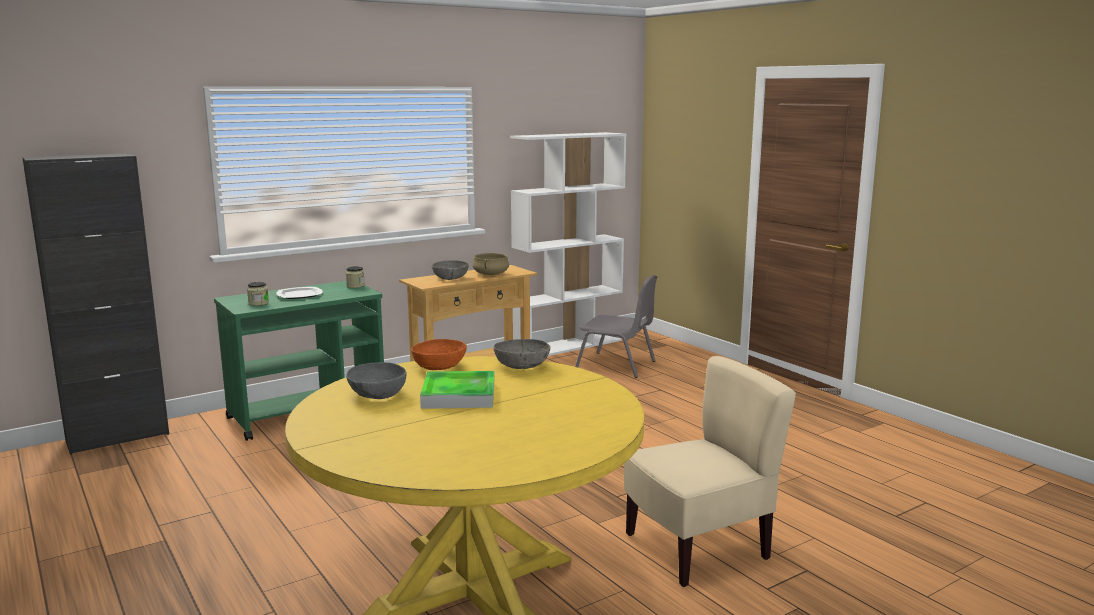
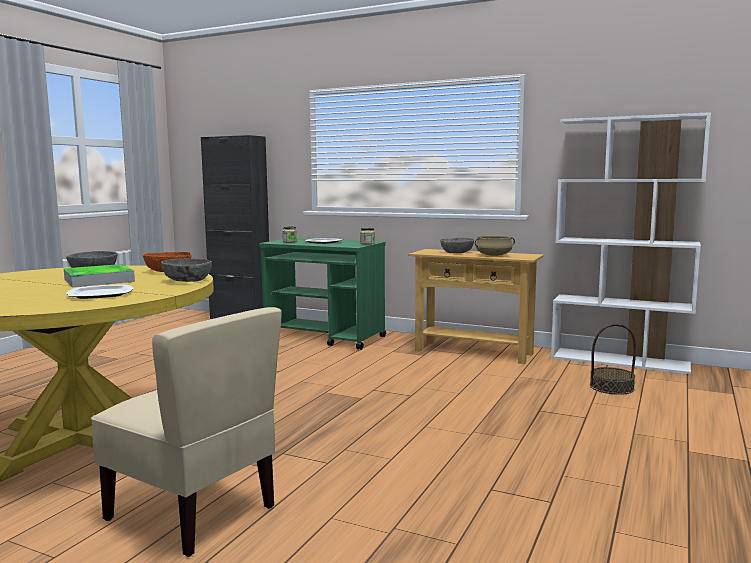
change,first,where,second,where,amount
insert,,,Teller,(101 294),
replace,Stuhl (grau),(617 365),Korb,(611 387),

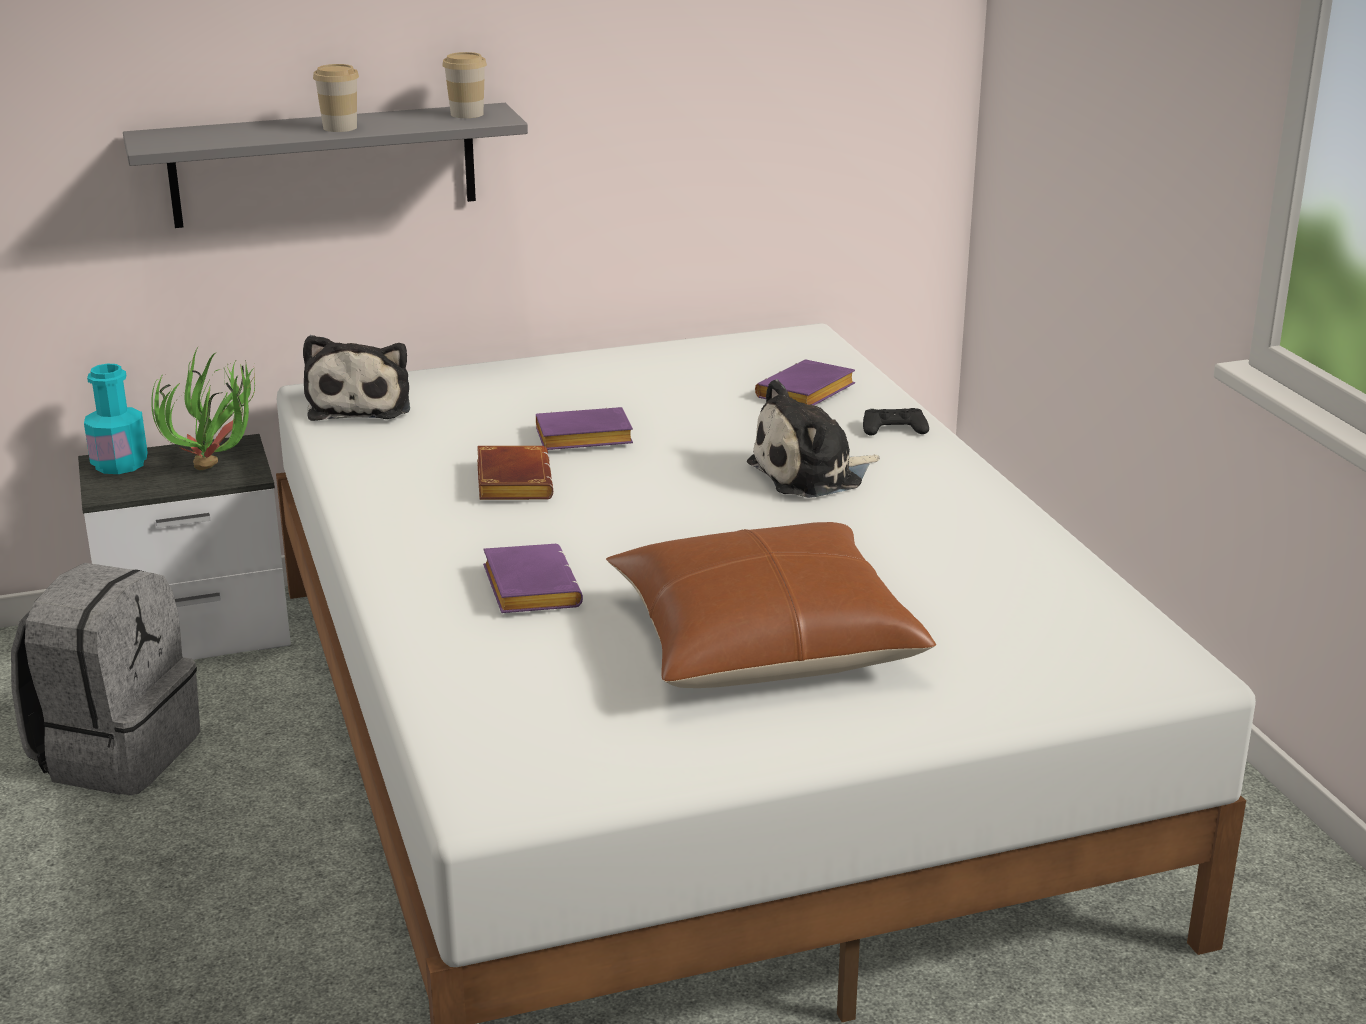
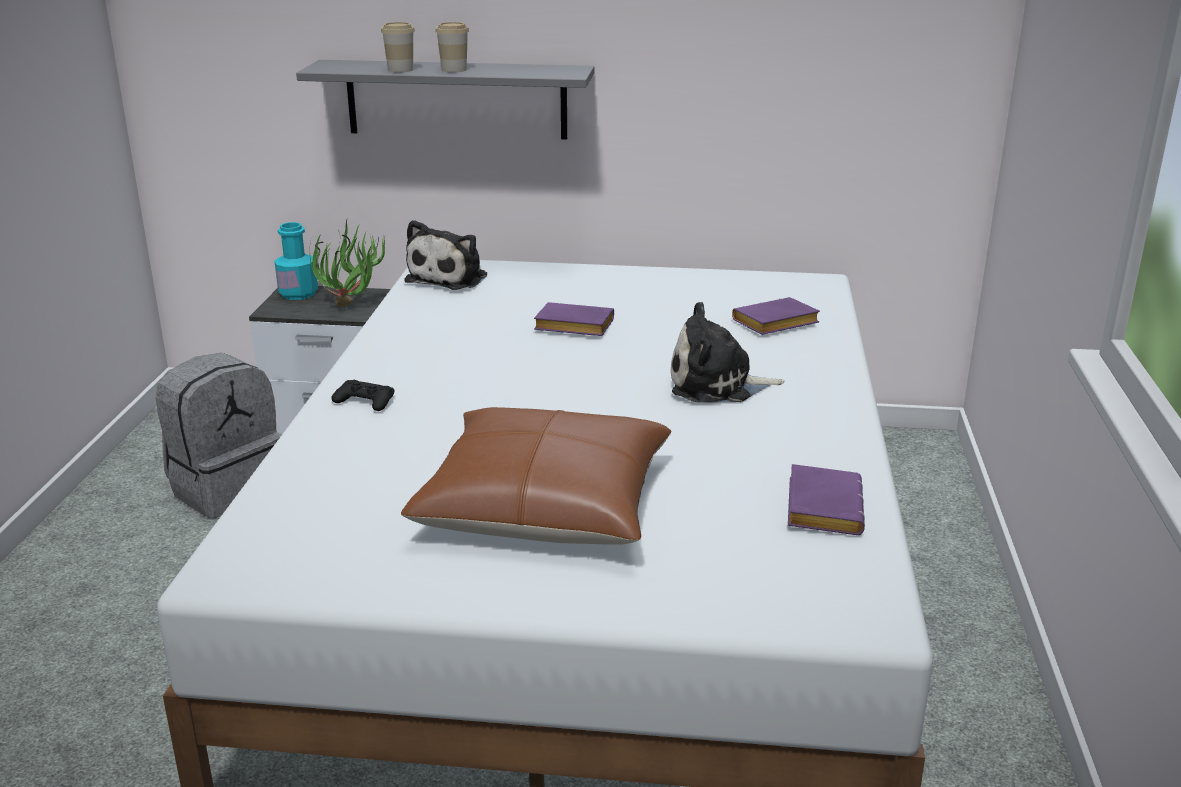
change,first,where,second,where,amount
delete,Buch (braun),(510 482),,,
move,Tasse,(467 114),,(400 70),
move,Buch (lila),(527 588),,(821 507),
move,Gamepad (schwarz),(893 429),,(365 401),

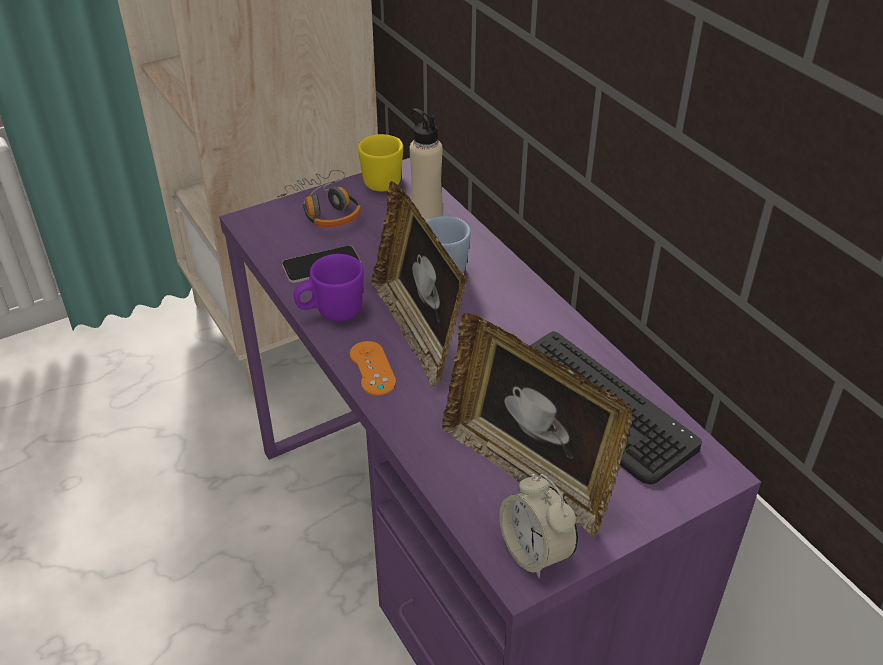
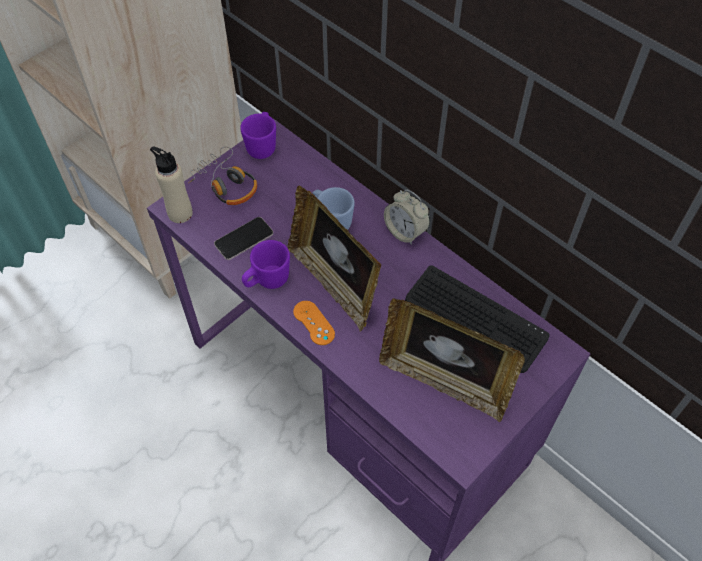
change,first,where,second,where,amount
move,Flasche (beige),(426 217),,(180 213),
move,Wecker,(535 552),,(405 232),
recolor,Henkelbecher (gelb),(386 180),Henkelbecher (lila),(262 146),

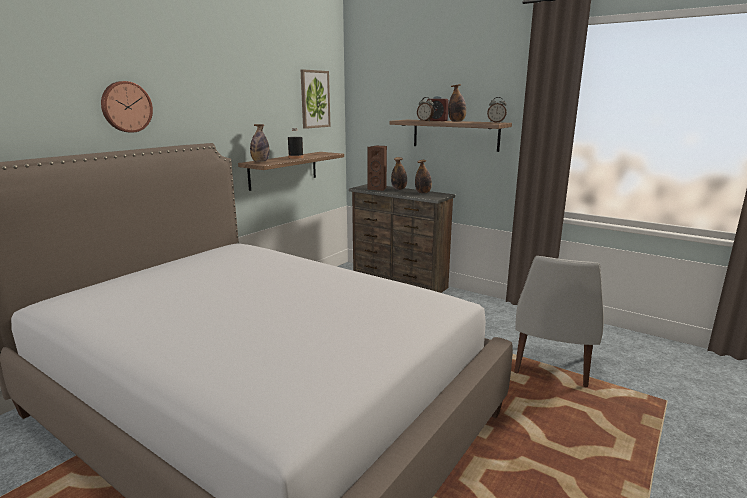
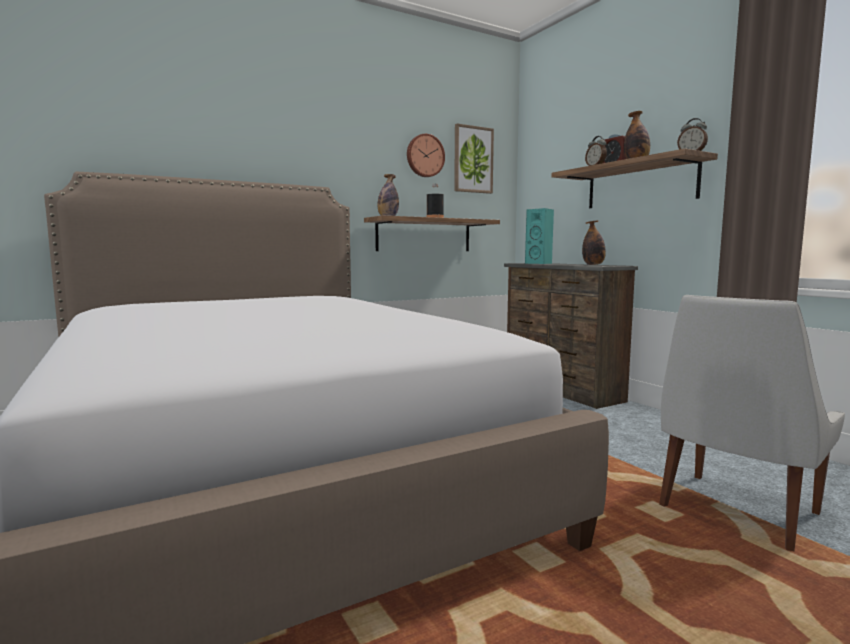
change,first,where,second,where,amount
delete,Flasche,(399 189),,,
move,Wanduhr,(126 107),,(424 156),
recolor,Lautsprecher (braun),(378 189),Lautsprecher (türkis),(540 263),

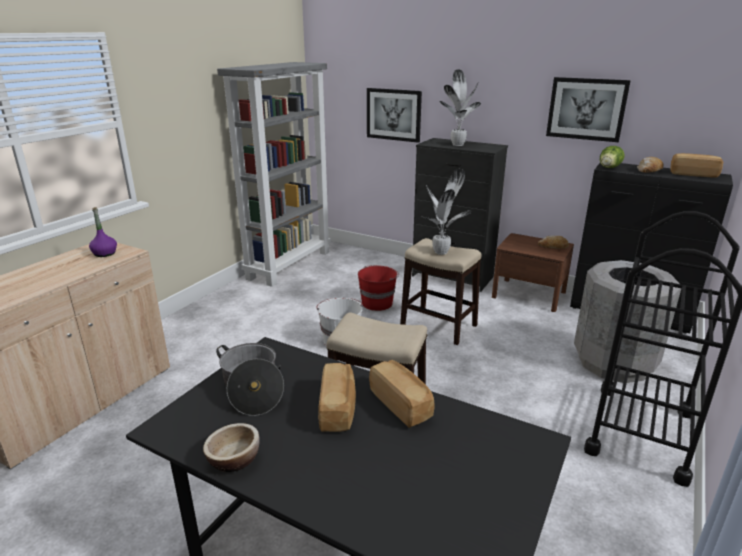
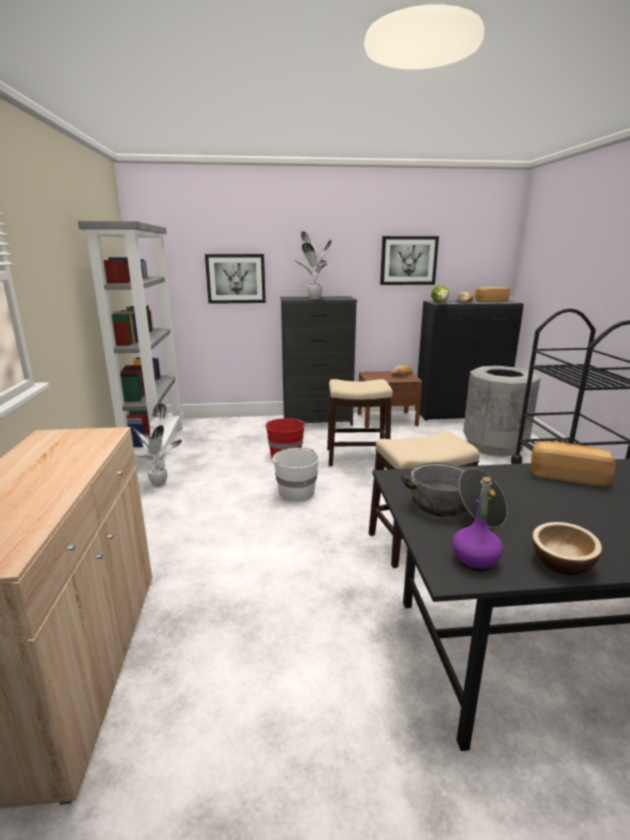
change,first,where,second,where,amount
delete,Brot,(338 409),,,
move,Flasche (lila),(104 253),,(475 560),
move,Topfpflanze,(442 252),,(159 483),

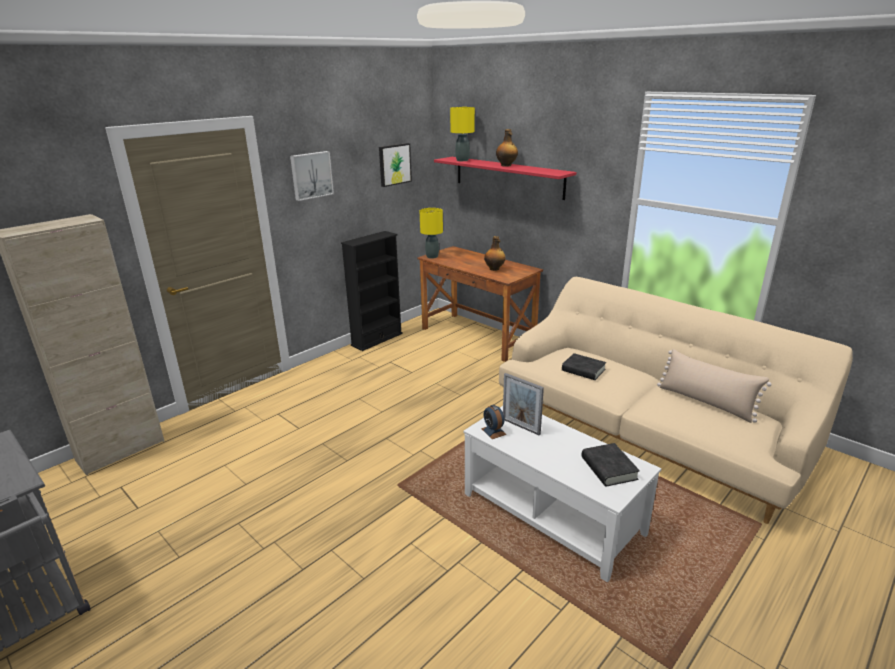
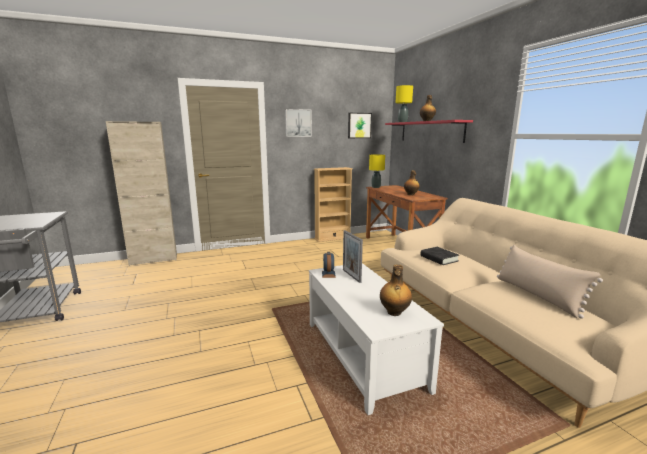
change,first,where,second,where,amount
replace,Buch (schwarz),(608 468),Flasche,(394 312),
recolor,Bücherregal (schwarz),(377 339),Bücherregal (beige),(332 238),

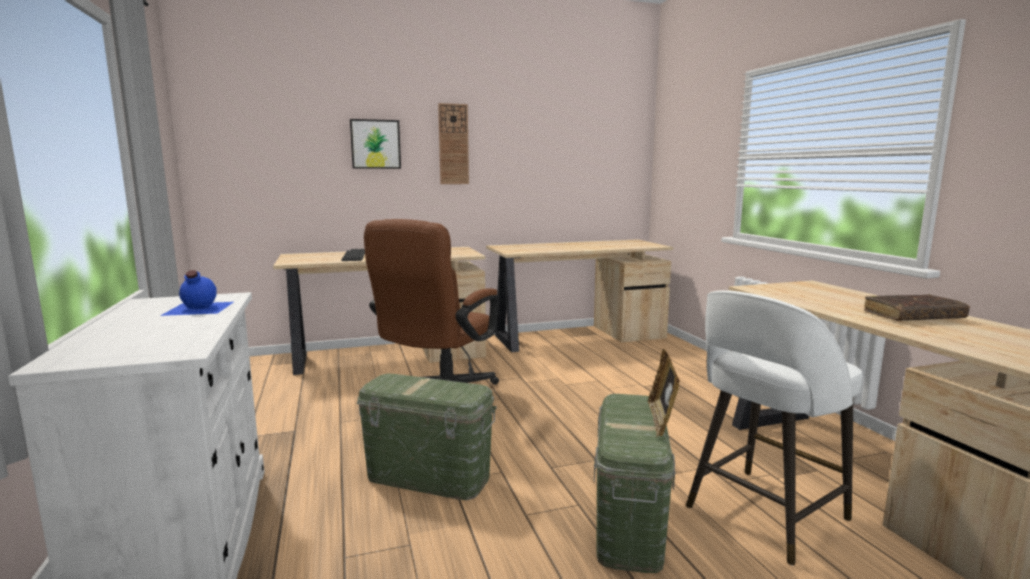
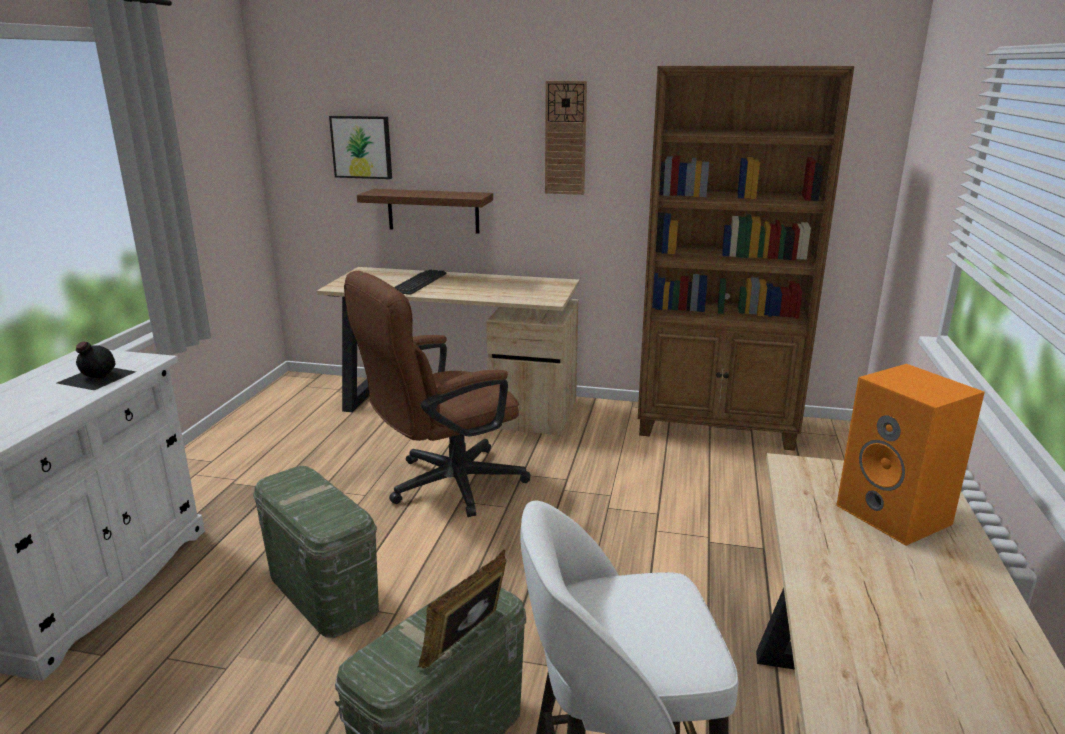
change,first,where,second,where,amount
delete,Buch (braun),(913 316),,,
insert,,,Wandregal (braun),(433 211),
insert,,,Lautsprecher (orange),(896 515),
move,Bild,(375 144),,(362 147),
replace,Schreibtisch (beige),(576 336),Bücherregal (braun),(716 427),
recolor,Flasche (blau),(197 308),Flasche (schwarz),(95 377),

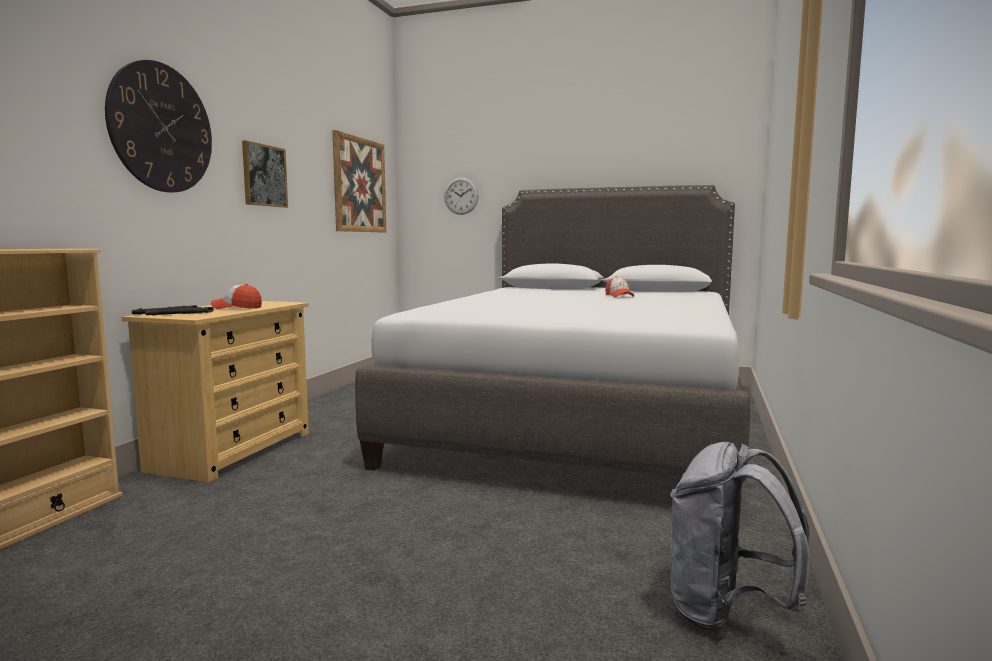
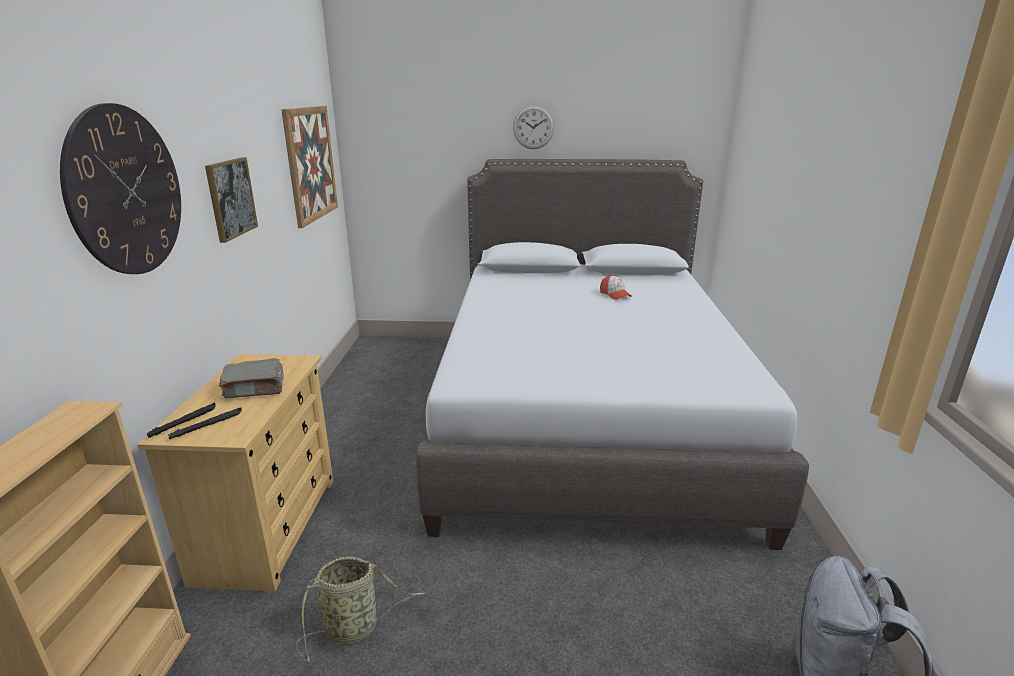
change,first,where,second,where,amount
insert,,,Korb,(356 628),
move,Wanduhr,(461 196),,(533 127),
replace,Kappe,(237 307),Buch (grau),(255 389),

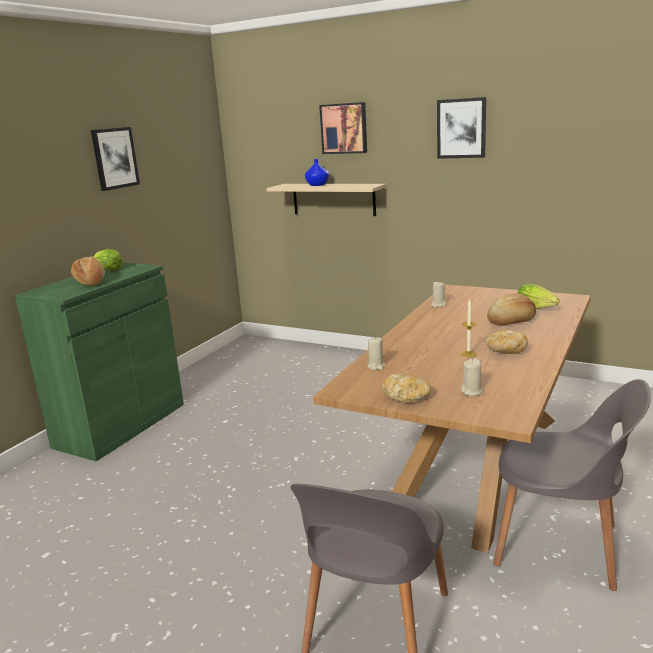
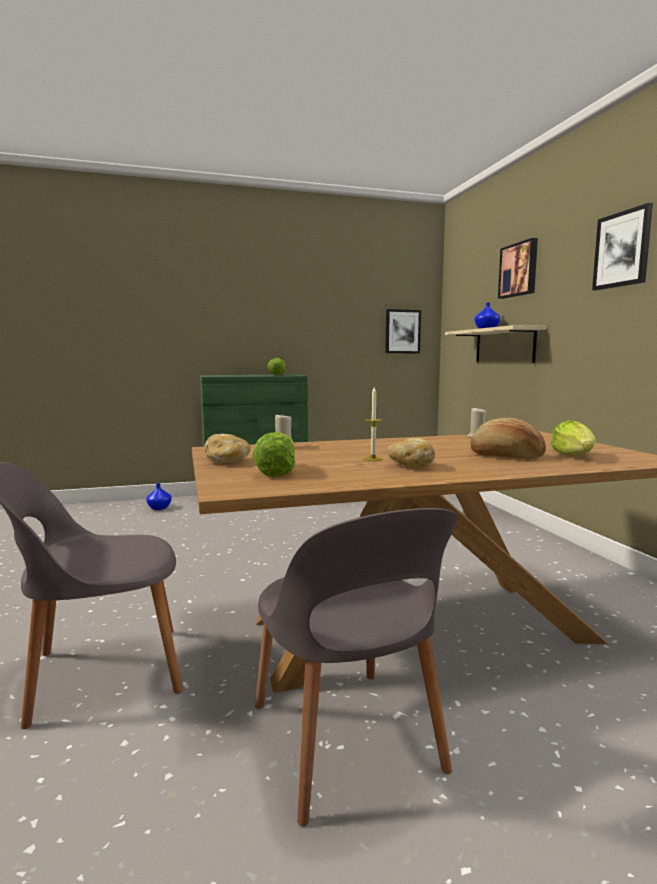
change,first,where,second,where,amount
delete,Brot,(91 282),,,
insert,,,Vase (blau),(160 508),
move,Bild,(114 158),,(402 331),
replace,Kerze (beige),(472 391),Salatkopf,(277 472),

